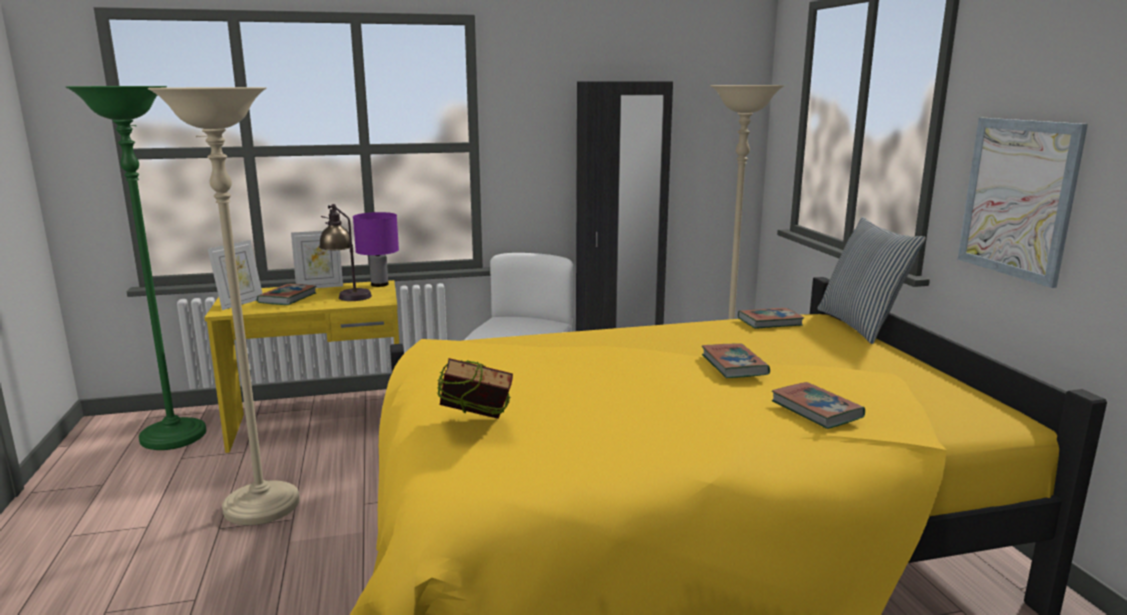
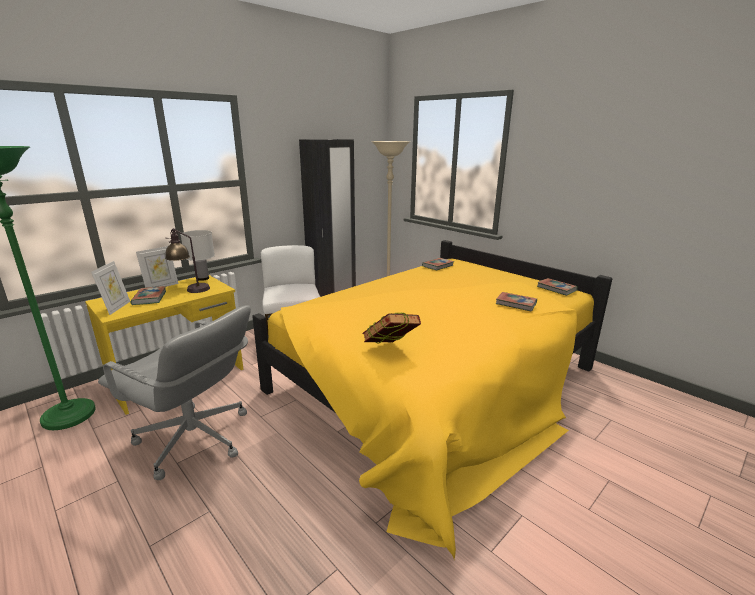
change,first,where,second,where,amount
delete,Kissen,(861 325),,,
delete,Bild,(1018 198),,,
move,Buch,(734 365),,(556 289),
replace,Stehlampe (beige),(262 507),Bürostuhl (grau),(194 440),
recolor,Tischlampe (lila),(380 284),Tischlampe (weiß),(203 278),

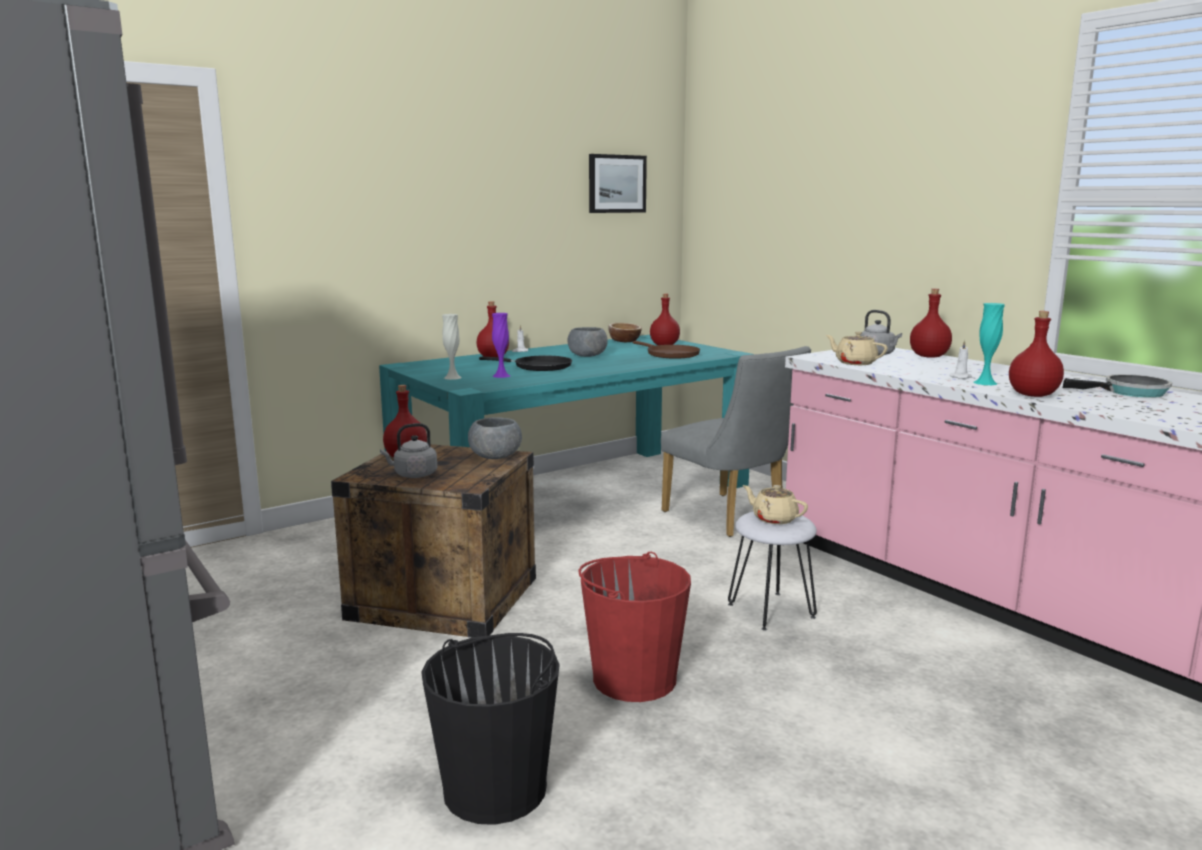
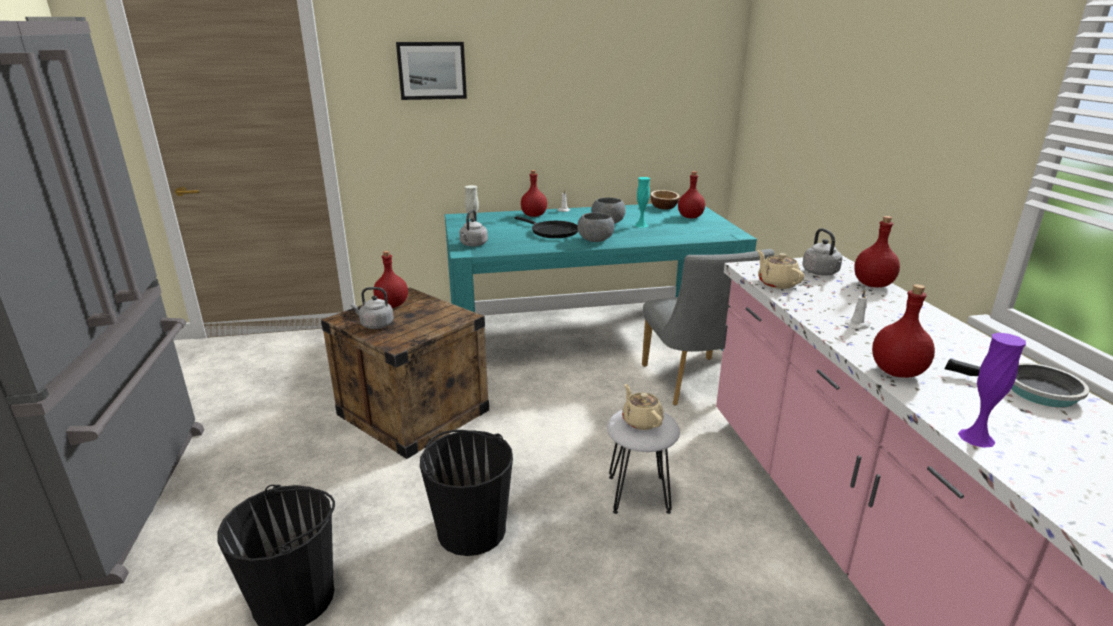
change,first,where,second,where,amount
delete,Pfanne (braun),(670 354),,,
insert,,,Wasserkessel (grau),(473 245),
move,Schüssel (grau),(496 457),,(595 240),
move,Vase (lila),(501 376),,(976 438),
move,Bild,(616 184),,(432 70),
move,Vase (türkis),(985 383),,(641 225),
recolor,Eimer (rot),(633 678),Eimer (schwarz),(471 529),

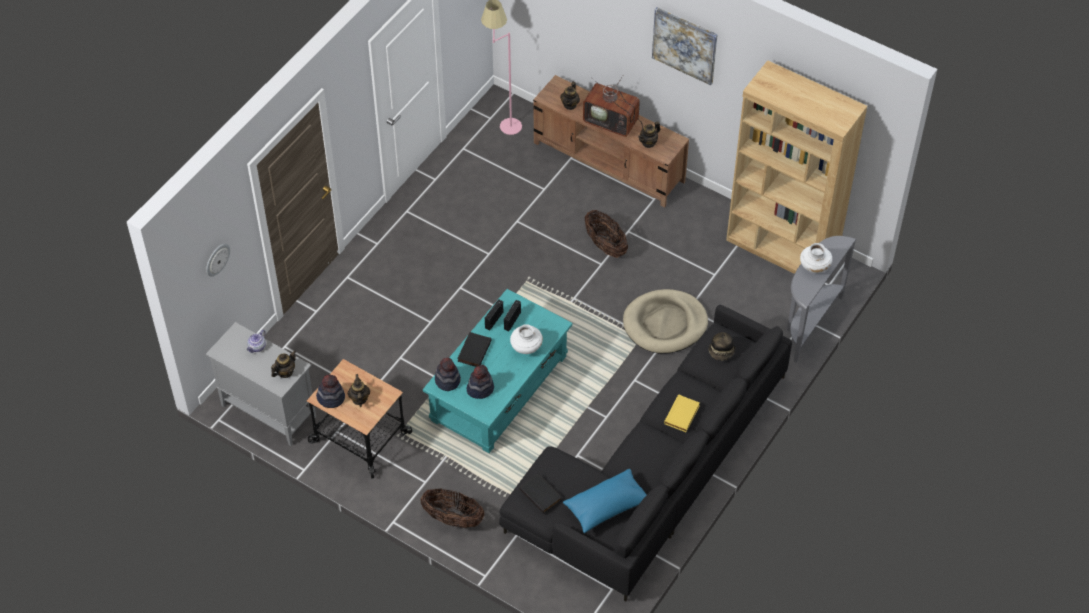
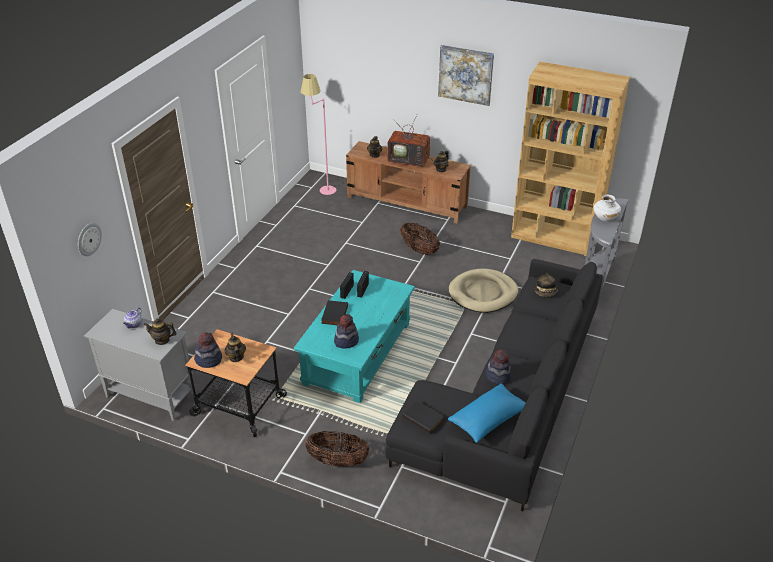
change,first,where,second,where,amount
delete,Vase (weiß),(526 347),,,
delete,Buch (gelb),(682 415),,,
move,Hut,(447 380),,(498 376),
rotate,Teekanne,(285 372),,(162 340),120 degrees counterclockwise

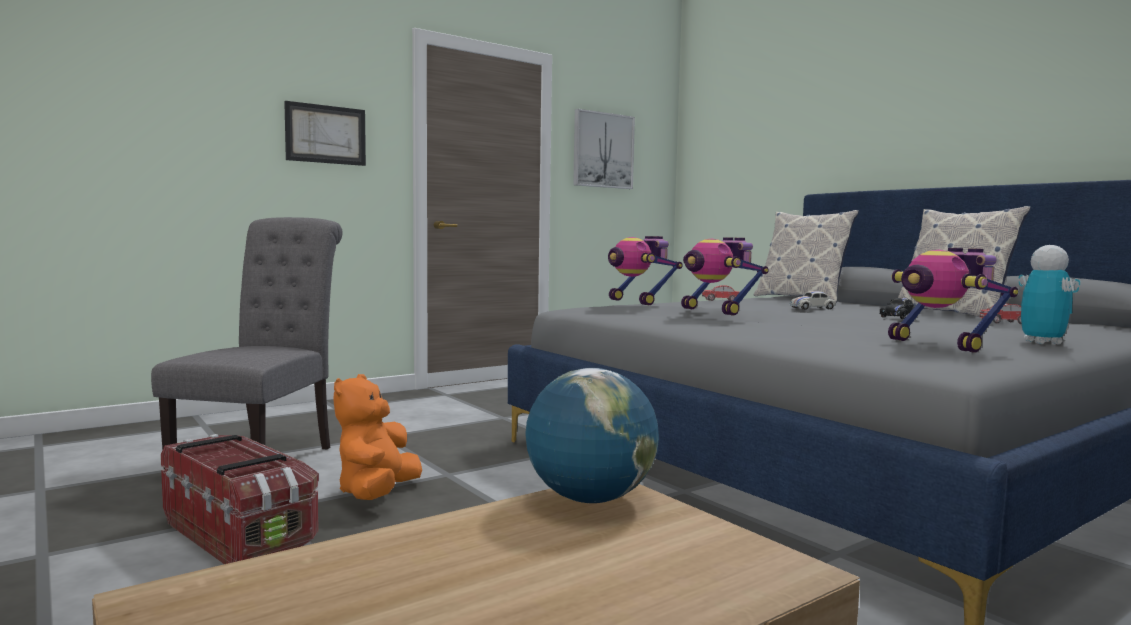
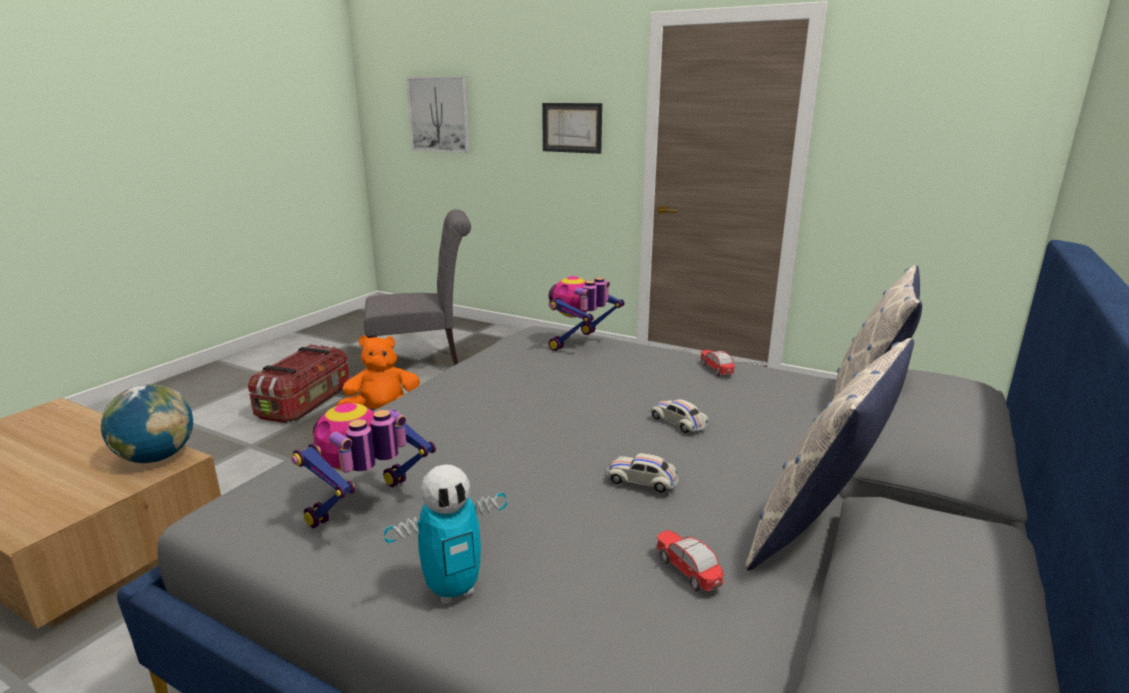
change,first,where,second,where,amount
delete,Spielzeugroboter,(717 311),,,
move,Bild,(603 150),,(439 114),
recolor,Spielzeugauto (schwarz),(899 317),Spielzeugauto (weiß),(641 480),

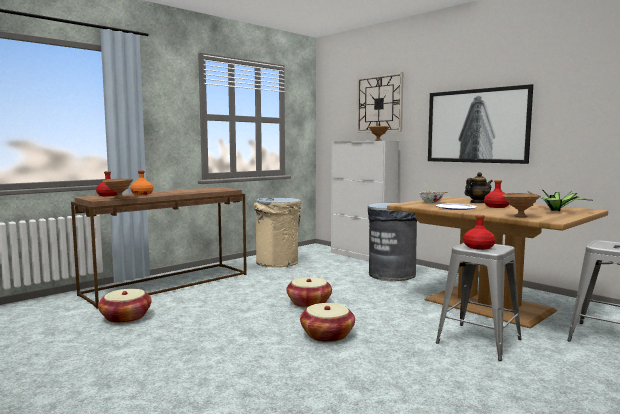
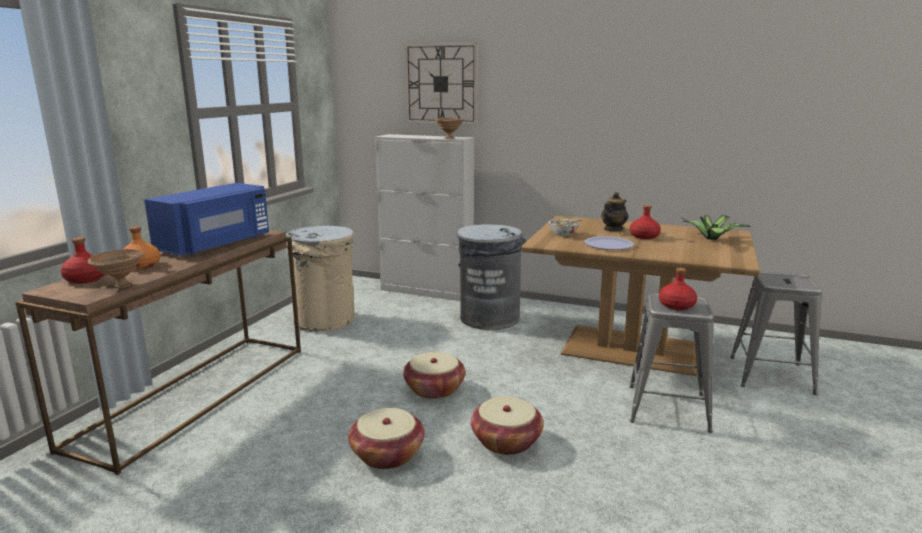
change,first,where,second,where,amount
delete,Bild,(477 126),,,
delete,Schüssel (braun),(520 216),,,
insert,,,Mikrowelle (blau),(217 244),
move,Korb,(126 317),,(387 454),

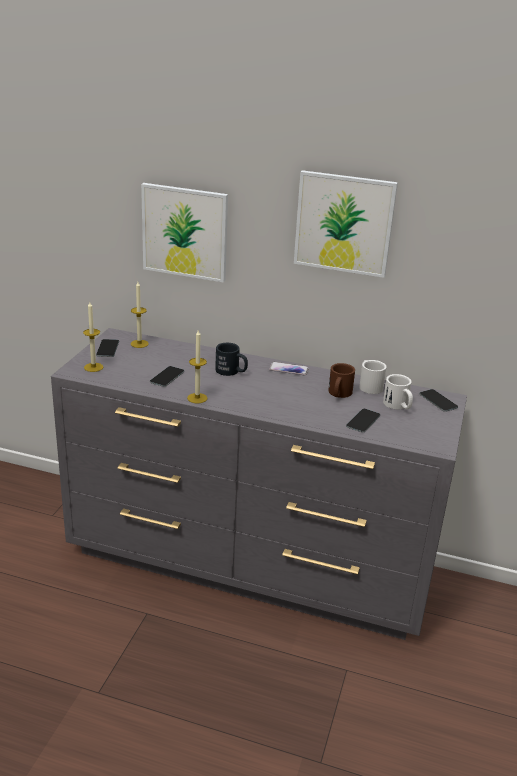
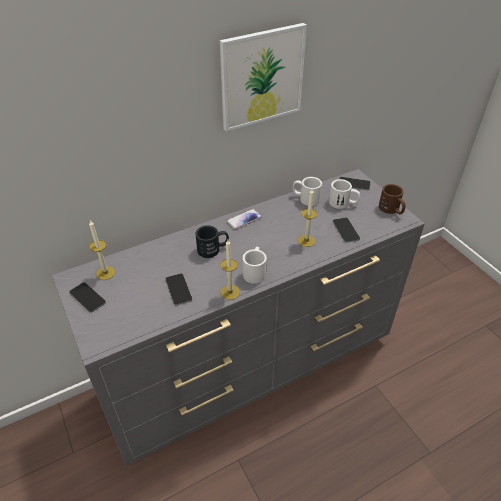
change,first,where,second,where,amount
delete,Bild,(185 232),,,
insert,,,Henkelbecher (weiß),(255 271),
move,Kerze,(93 367),,(306 241),
move,Henkelbecher (braun),(339 394),,(391 210),

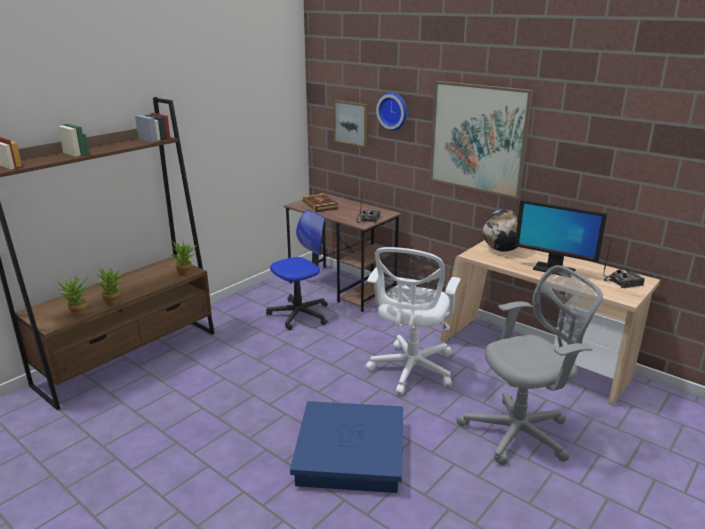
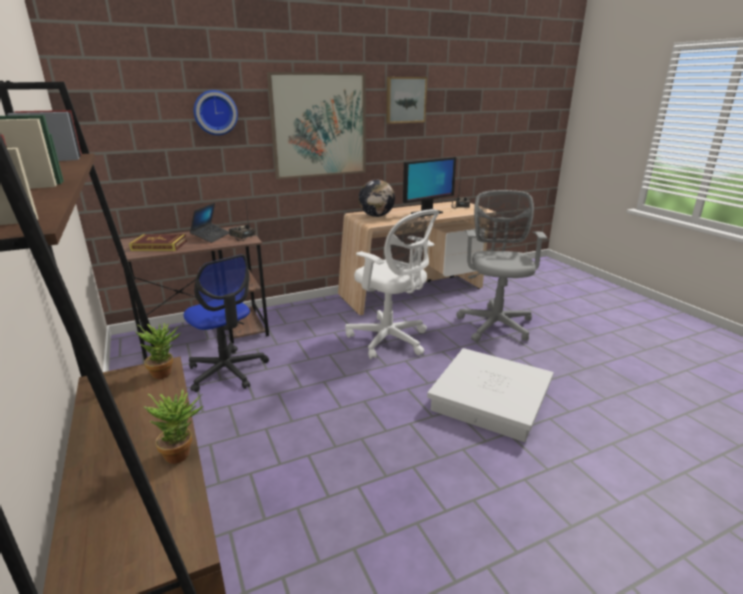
change,first,where,second,where,amount
delete,Topfpflanze,(78 314),,,
insert,,,Laptop,(211 236),
move,Bild,(352 123),,(405 100),
recolor,Aufbewahrungsbox (blau),(350 453),Aufbewahrungsbox (weiß),(489 399),
rotate,Bürostuhl,(299 314),,(227 371),150 degrees clockwise

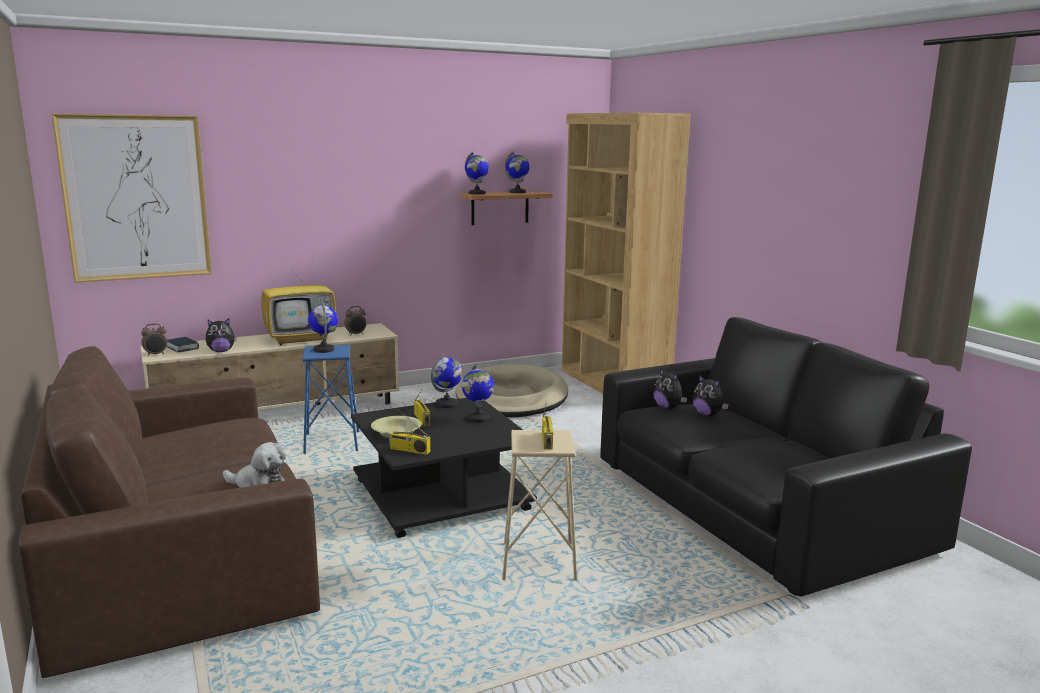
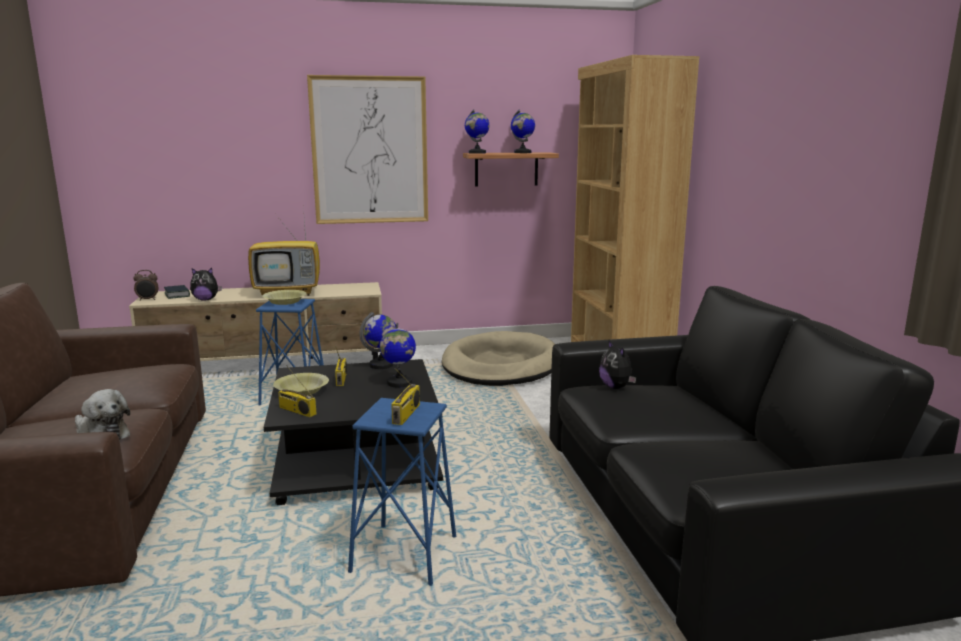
change,first,where,second,where,amount
delete,Wecker,(356 334),,,
delete,Plüschtier,(707 414),,,
move,Bild,(136 198),,(370 151),
replace,Globus,(324 350),Schüssel (gelb),(285 302),
recolor,Hocker (beige),(538 562),Hocker (blau),(404 555),

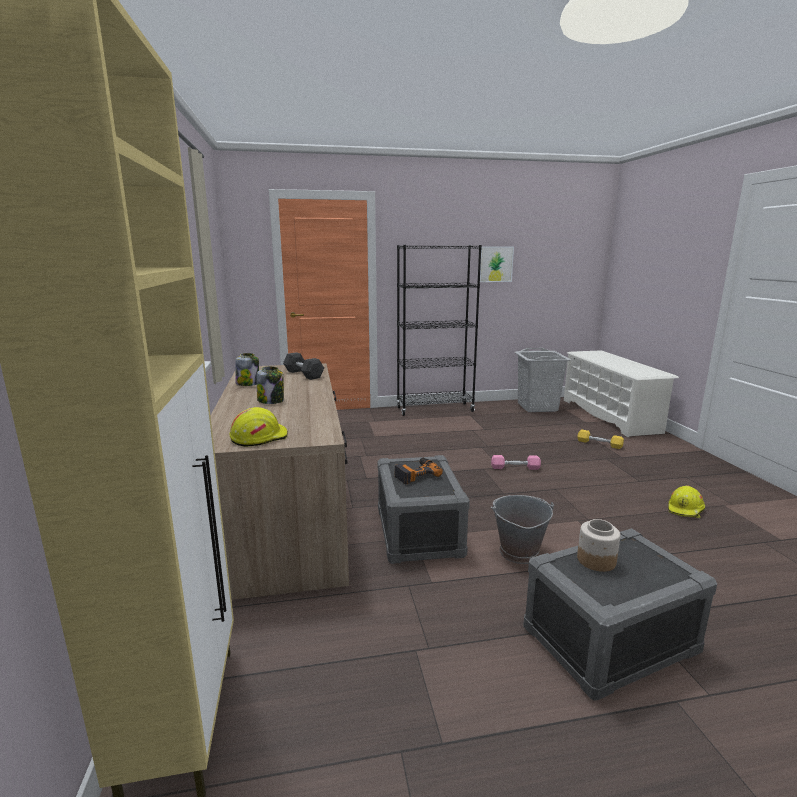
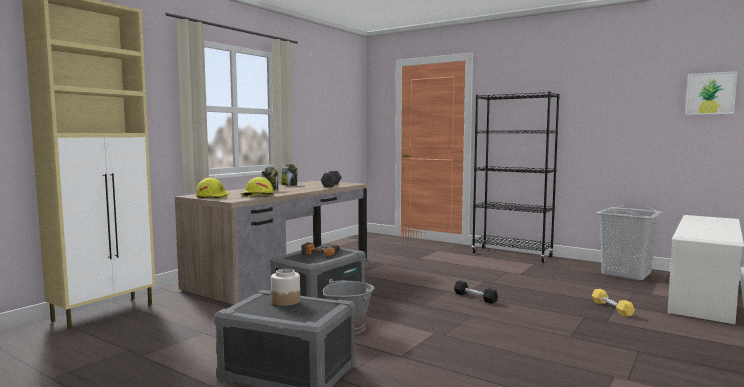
change,first,where,second,where,amount
move,Bild,(495 264),,(710 93),
move,Schutzhelm (gelb),(685 510),,(257 196),
recolor,Hantel (rosa),(515 468),Hantel (schwarz),(475 297),

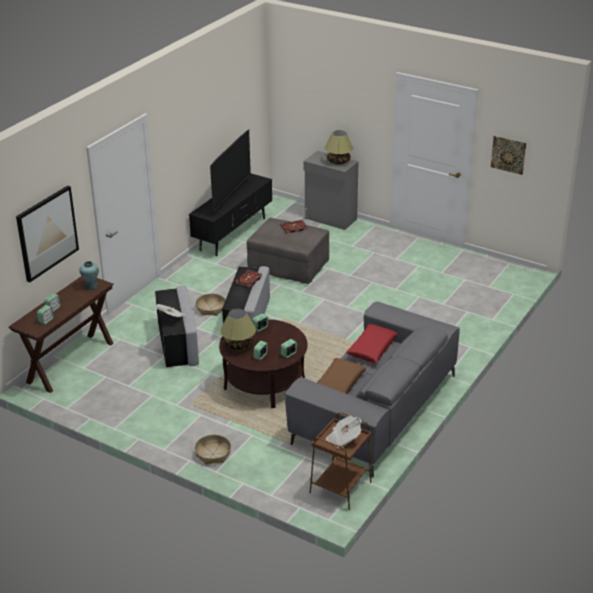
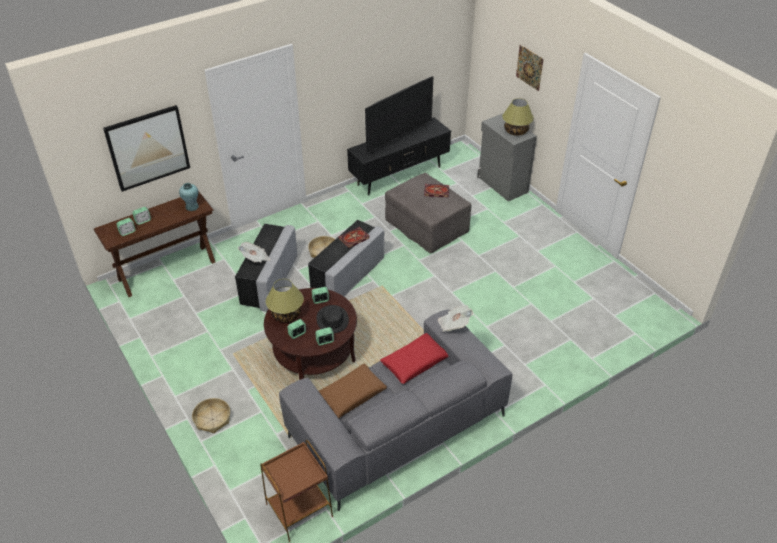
change,first,where,second,where,amount
insert,,,Hut (schwarz),(332 320),
move,Zeitung,(343 439),,(454 324),
move,Bild,(508 155),,(529 67),

